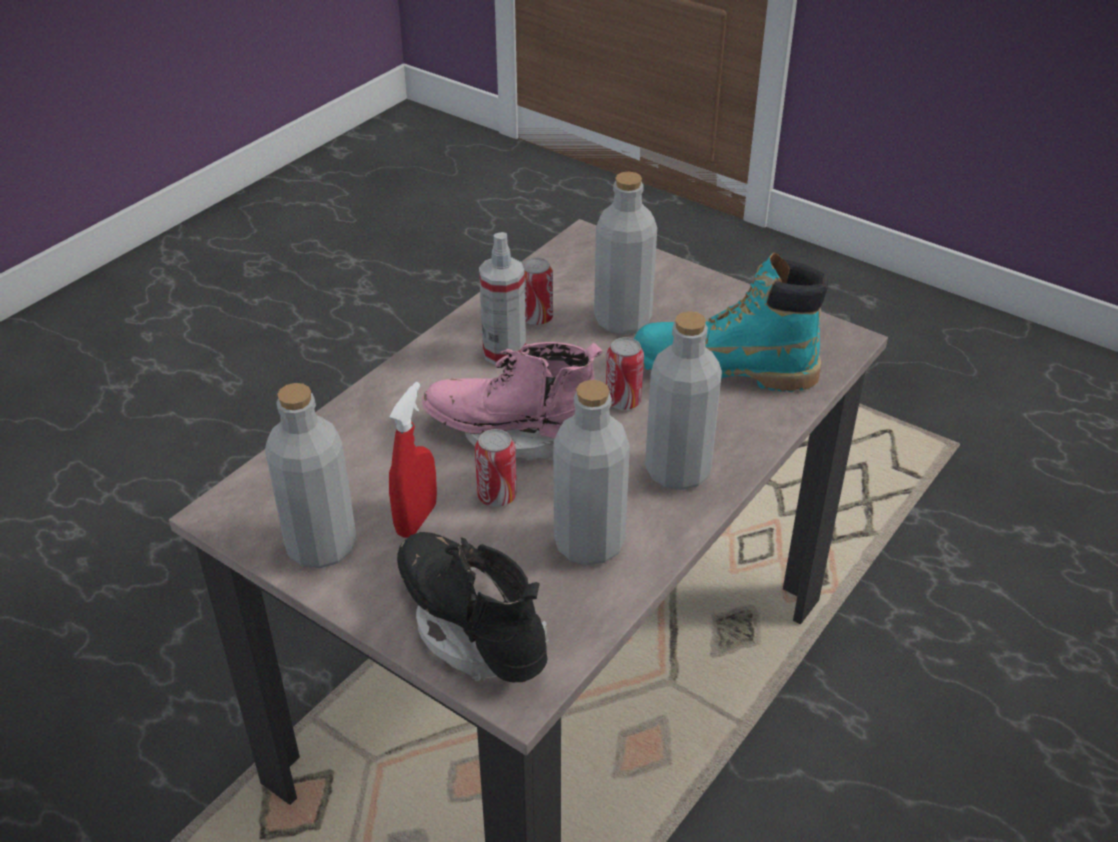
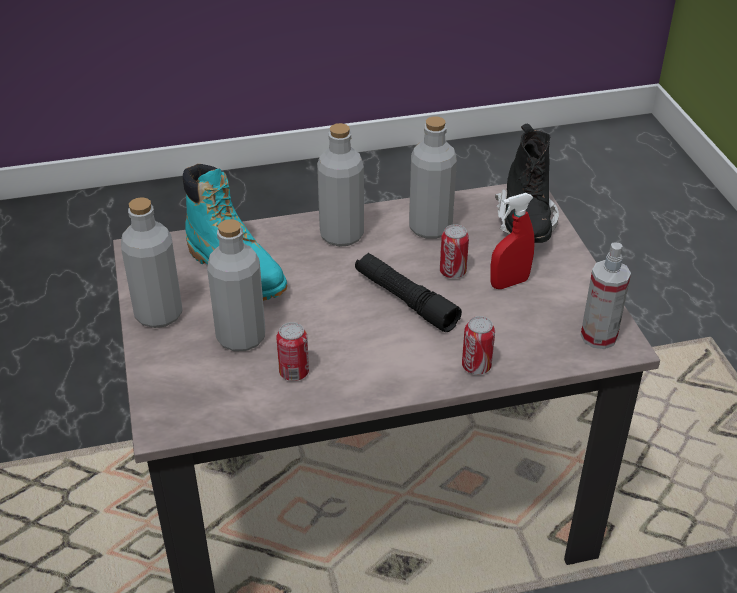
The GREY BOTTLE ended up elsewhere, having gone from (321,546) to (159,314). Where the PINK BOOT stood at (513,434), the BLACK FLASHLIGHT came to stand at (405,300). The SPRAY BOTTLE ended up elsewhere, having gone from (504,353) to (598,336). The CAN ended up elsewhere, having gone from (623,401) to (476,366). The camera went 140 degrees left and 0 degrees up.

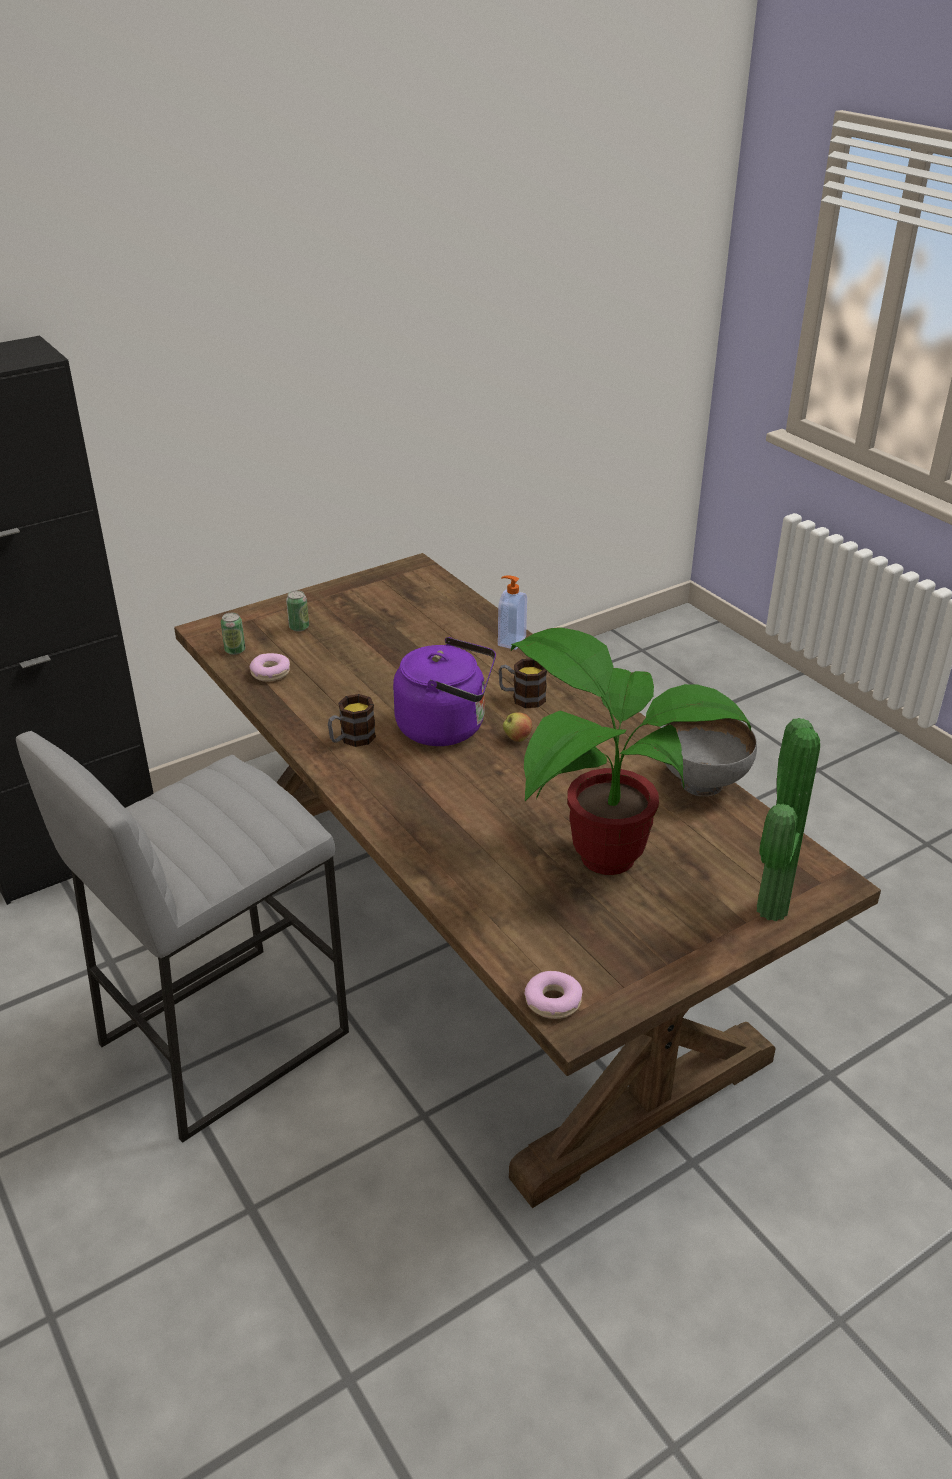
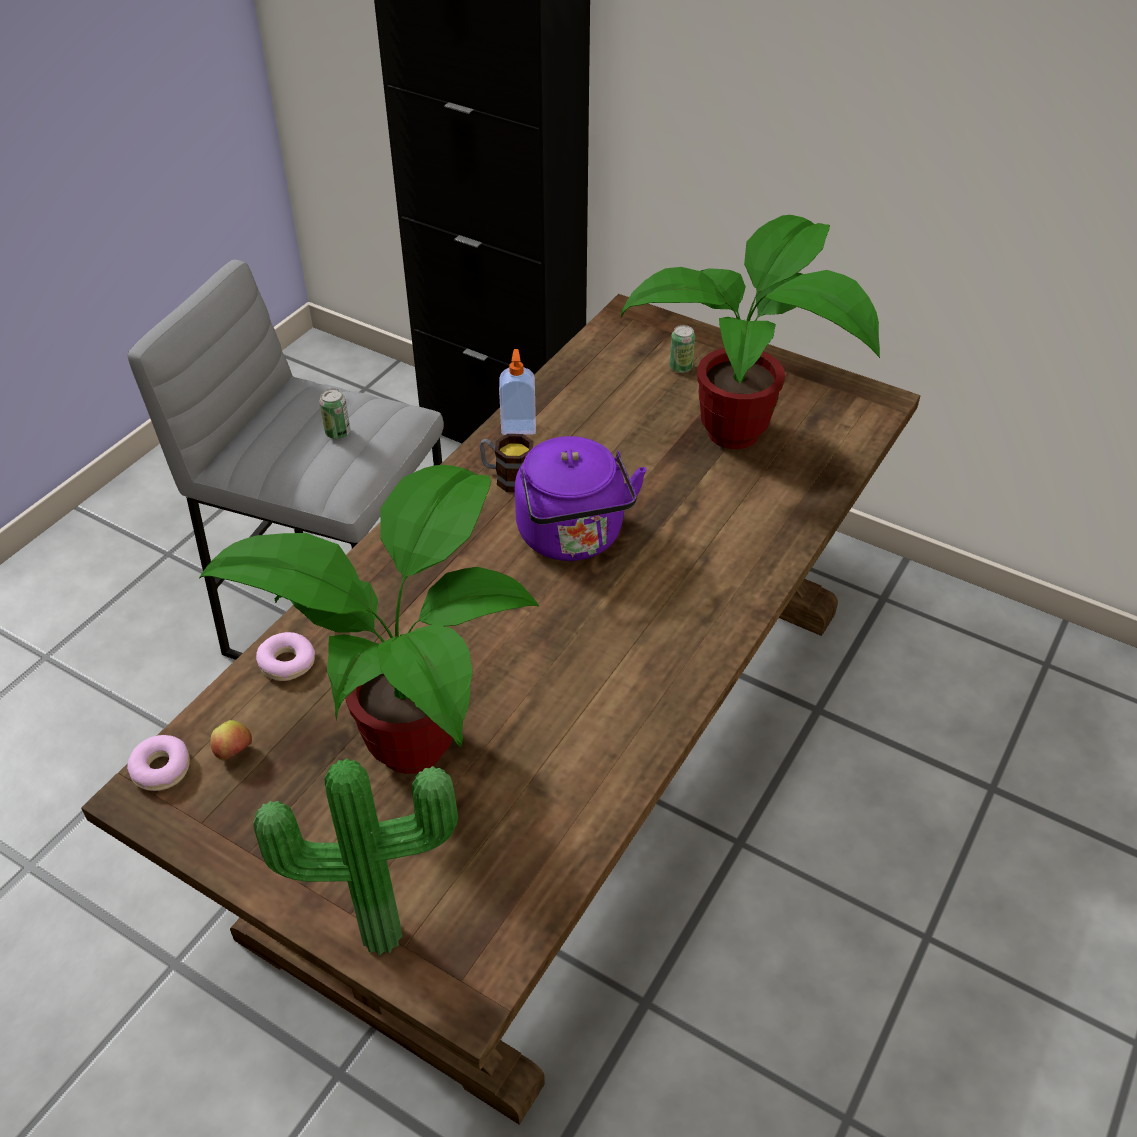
The CAN ended up elsewhere, having gone from (235,650) to (338,433). The DONUT ended up elsewhere, having gone from (271,673) to (287,663). The SOAP DISPENSER ended up elsewhere, having gone from (510,641) to (518,426). The second view lost the MUG at (522,697). The APPLE ended up elsewhere, having gone from (517,738) to (234,753). The second view lost the GREY BOWL at (702,784). The second view gained the POTTED PLANT at (743,436). The camera went 65 degrees right and 10 degrees up.

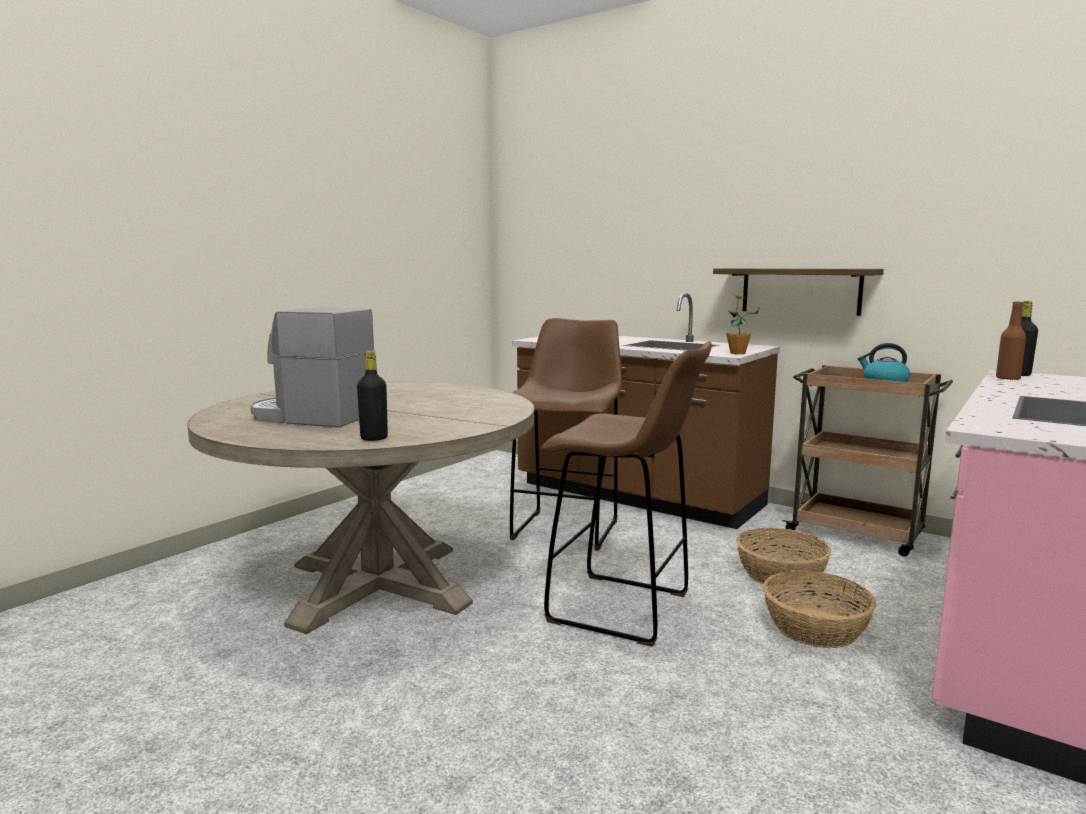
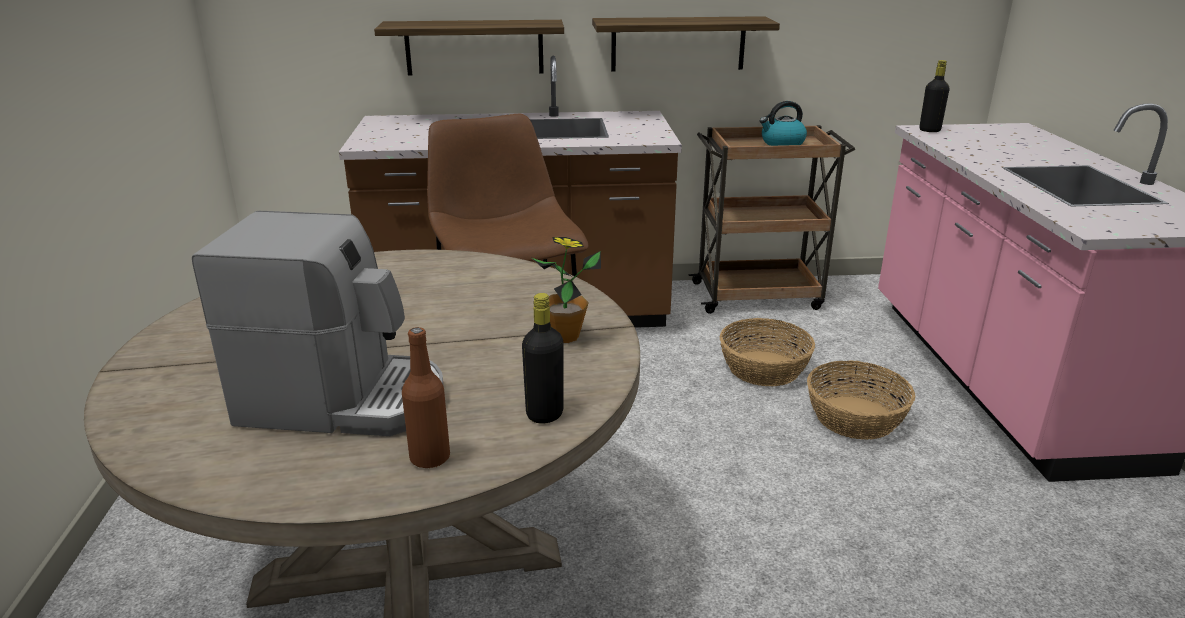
The COFFEE MACHINE at (311,417) ended up facing another way, 150 degrees counterclockwise from before. The second view lost the BROWN STOOL at (623,609). The POTTED PLANT ended up elsewhere, having gone from (737,353) to (565,336). The BROWN BOTTLE ended up elsewhere, having gone from (1008,378) to (430,458). The second view gained the SHELF at (474,47). The camera went 40 degrees left and 15 degrees up.

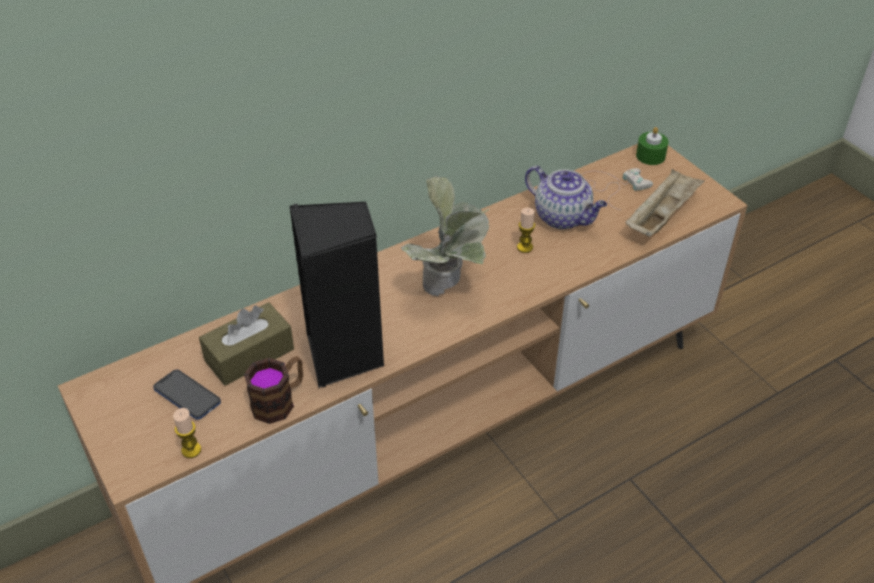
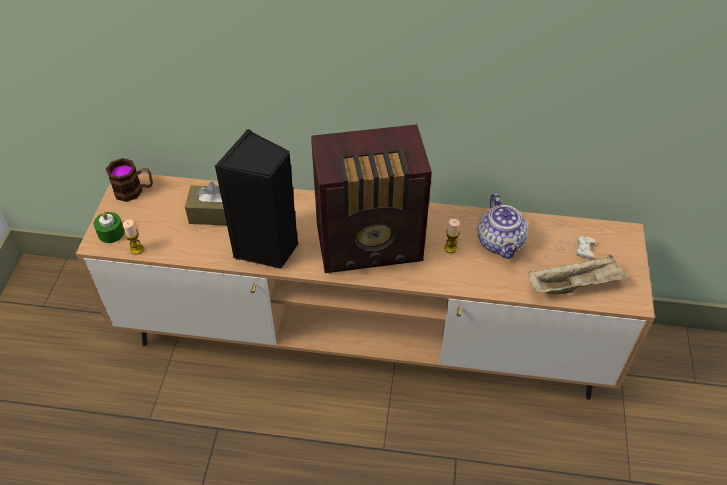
The second view lost the PHONE at (187,395). The MUG ended up elsewhere, having gone from (280,401) to (134,191). Where the POTTED PLANT stood at (449,289), the RADIO came to stand at (371,245). The GREEN CANDLE ended up elsewhere, having gone from (650,156) to (111,233). The camera went 40 degrees right and 5 degrees up.

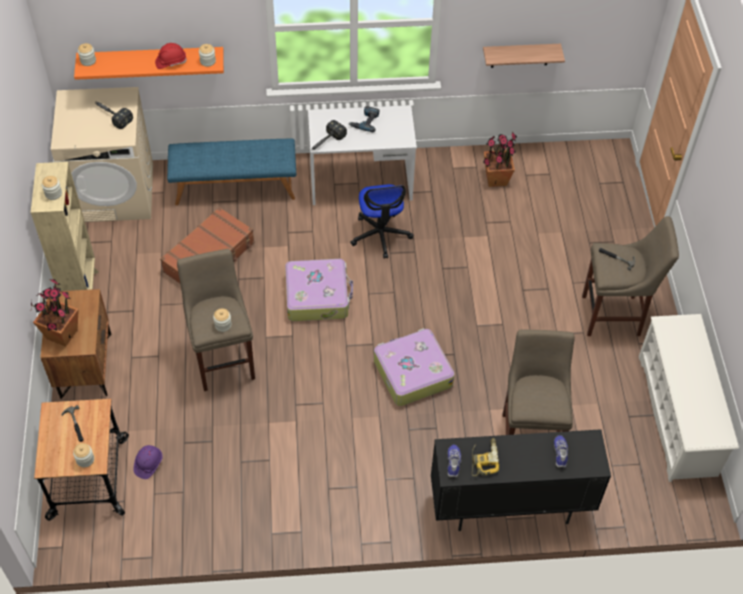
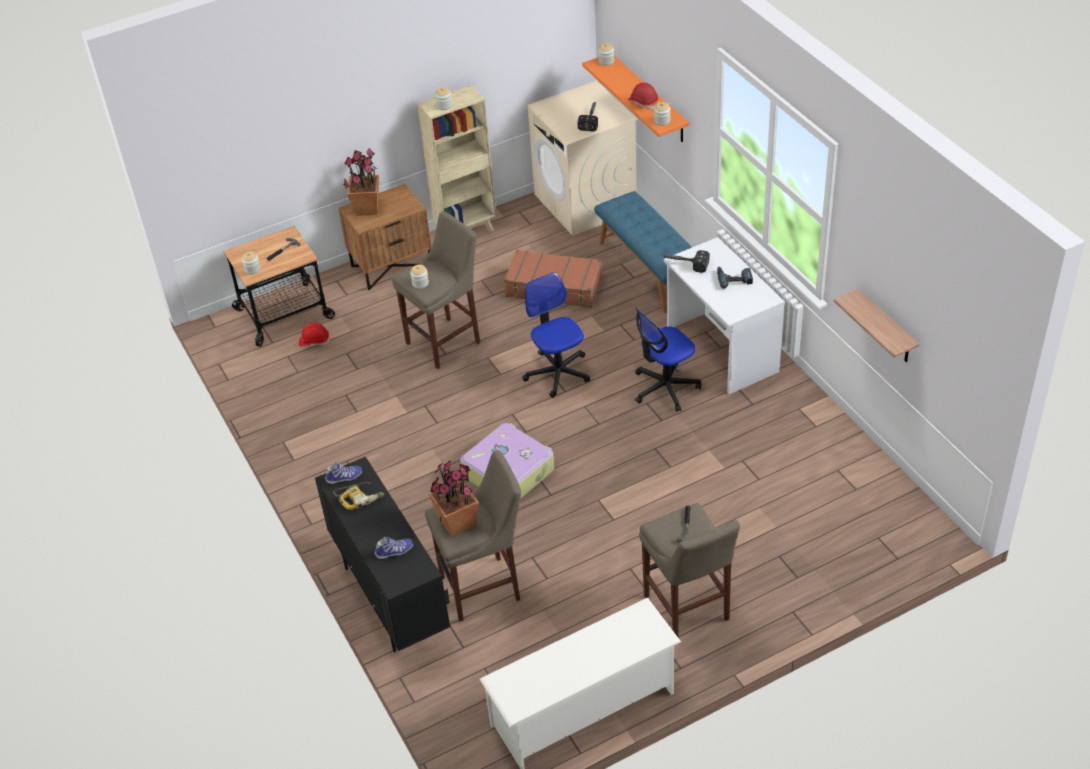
What was the PURPLE HARD HAT at (148,464) turned into the RED HARD HAT at (314,341). Where the SUITCASE stood at (317,296), the OFFICE CHAIR came to stand at (558,373). The POTTED PLANT ended up elsewhere, having gone from (496,179) to (457,522). The camera went 70 degrees right and 10 degrees down.

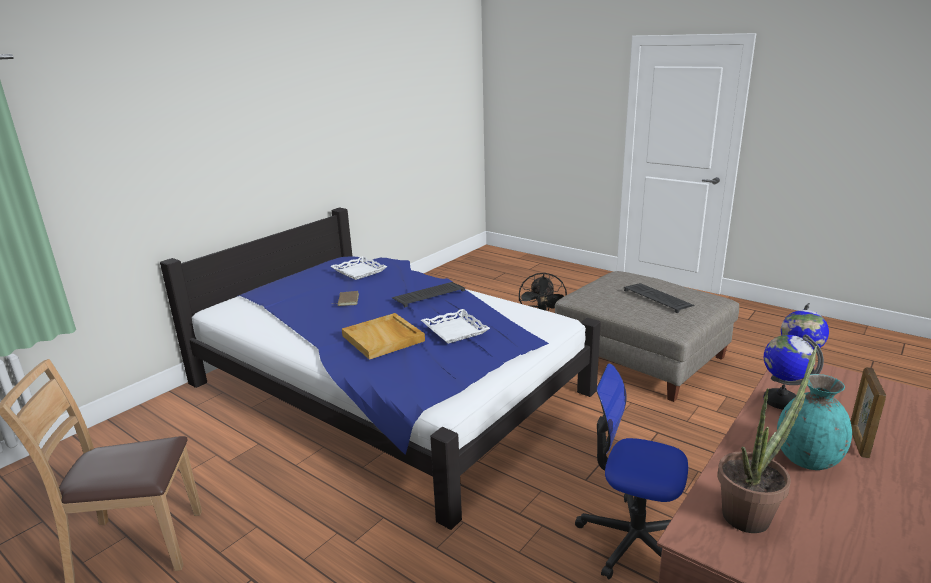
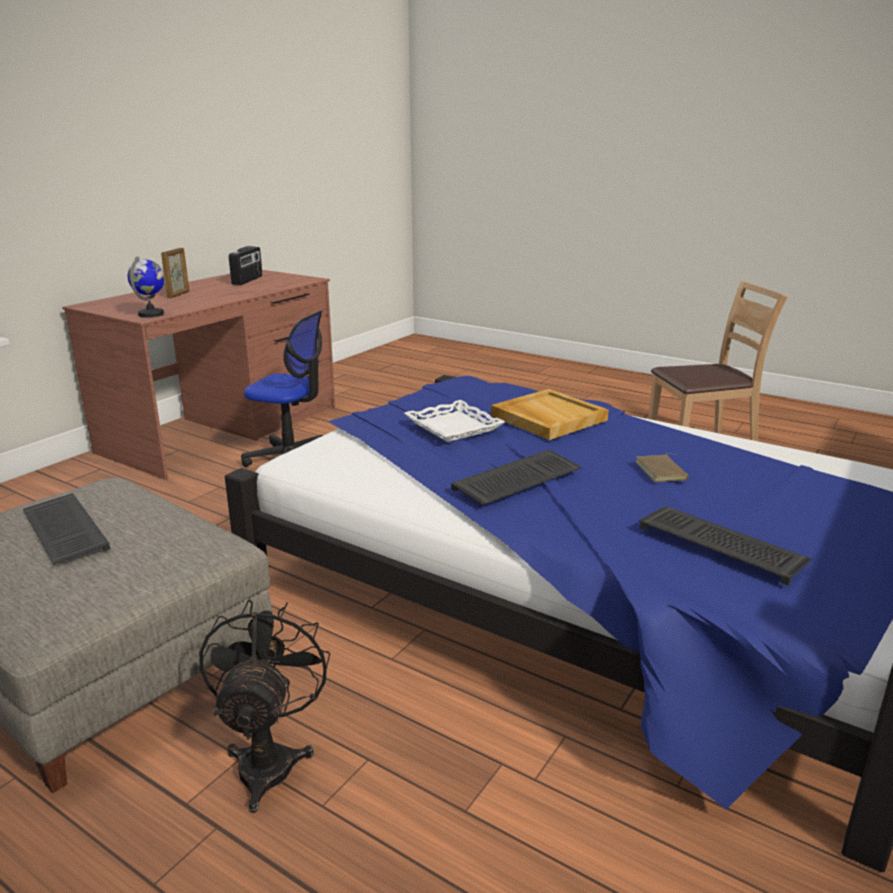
Where the WHITE TRAY stood at (358,271), the KEYBOARD came to stand at (723,545). The second view lost the POTTED PLANT at (752,512). The second view lost the GLOBE at (780,400). The second view lost the TURQUOISE VASE at (807,460). The second view gained the RADIO at (248,280). The camera went 175 degrees right and 0 degrees up.

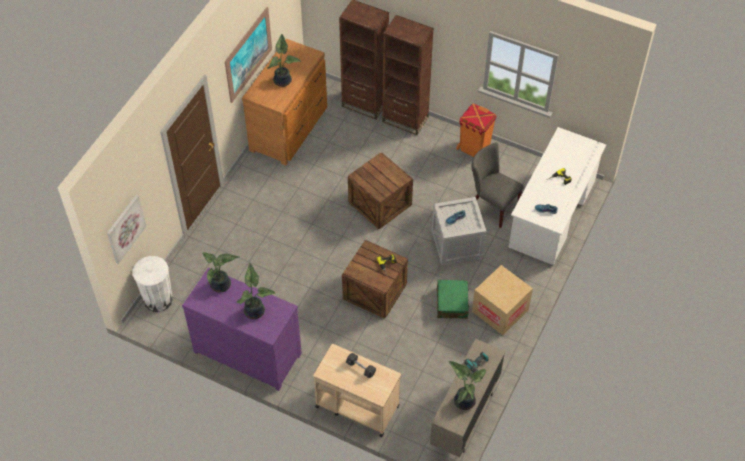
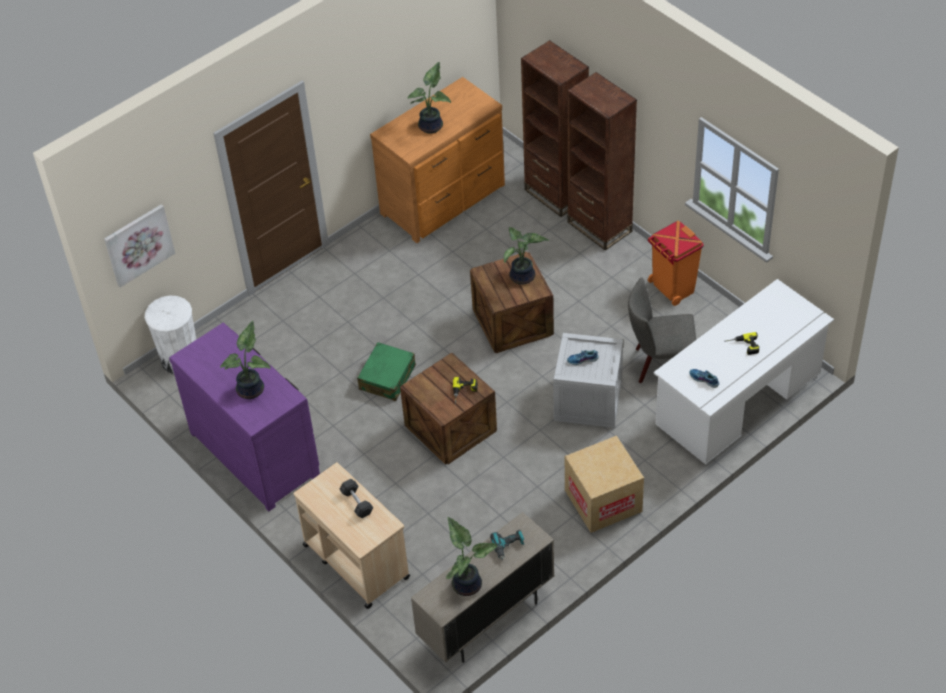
The POTTED PLANT ended up elsewhere, having gone from (221,286) to (523,278). The second view lost the PICTURE at (248,54). The GREEN SUITCASE ended up elsewhere, having gone from (452,303) to (387,378). The GREY CHAIR at (491,205) ended up facing another way, 60 degrees counterclockwise from before. The camera went 25 degrees right and 5 degrees down.

